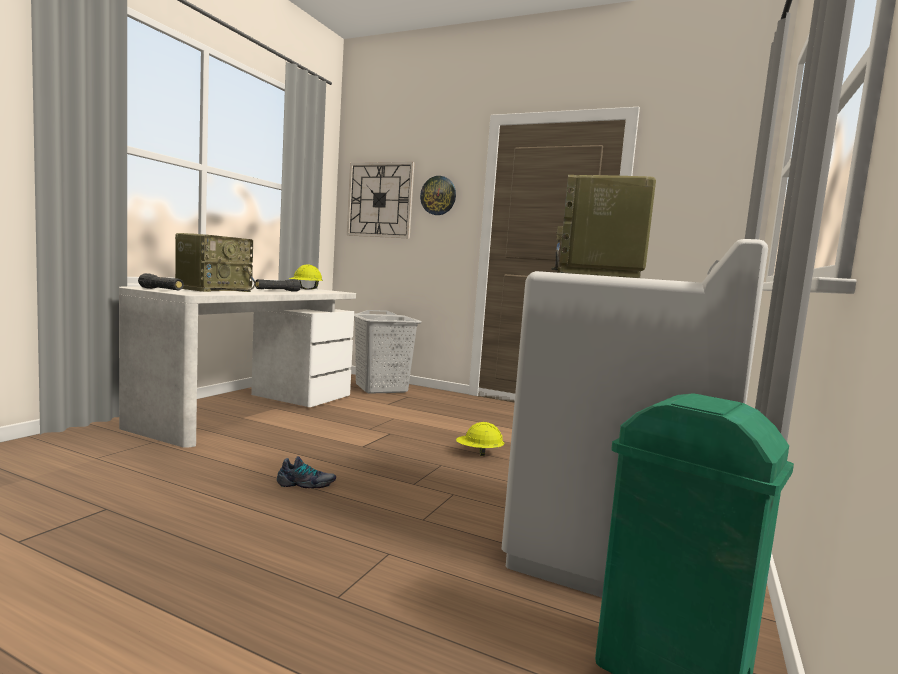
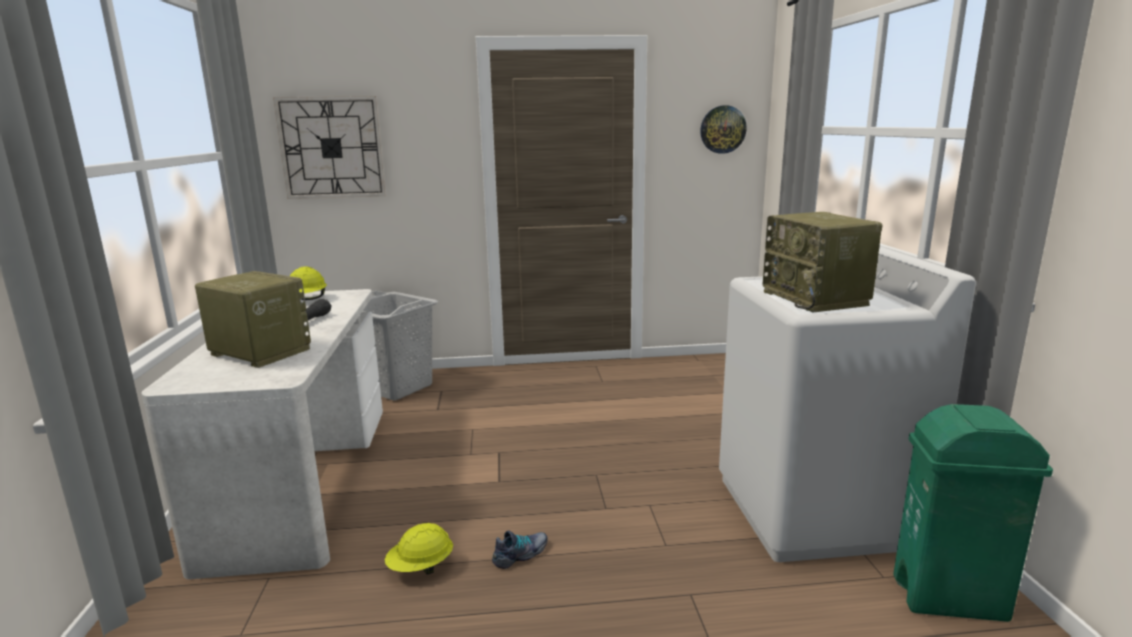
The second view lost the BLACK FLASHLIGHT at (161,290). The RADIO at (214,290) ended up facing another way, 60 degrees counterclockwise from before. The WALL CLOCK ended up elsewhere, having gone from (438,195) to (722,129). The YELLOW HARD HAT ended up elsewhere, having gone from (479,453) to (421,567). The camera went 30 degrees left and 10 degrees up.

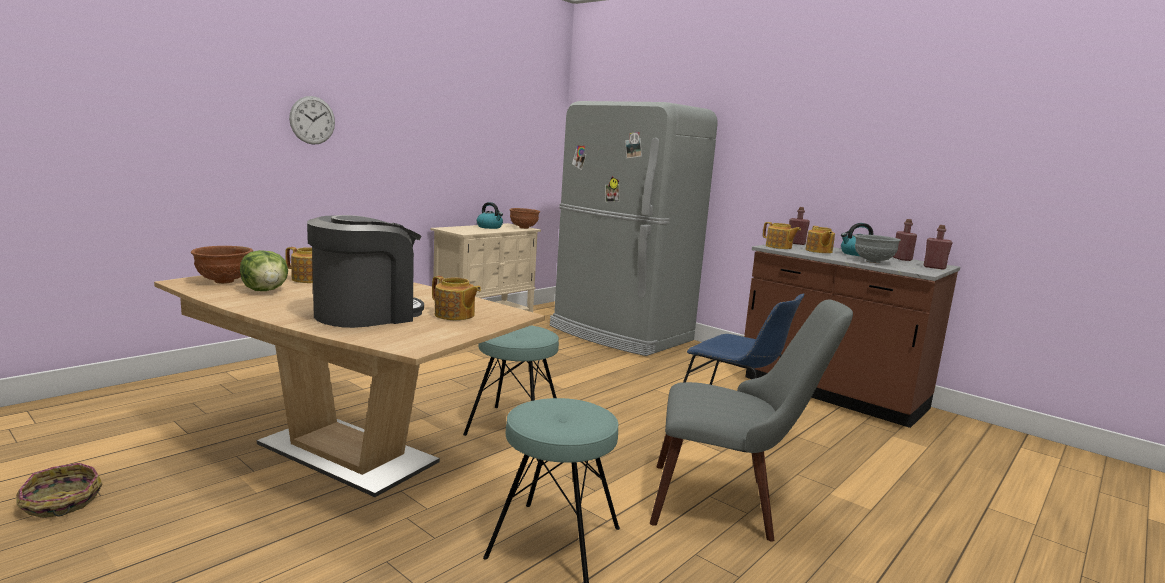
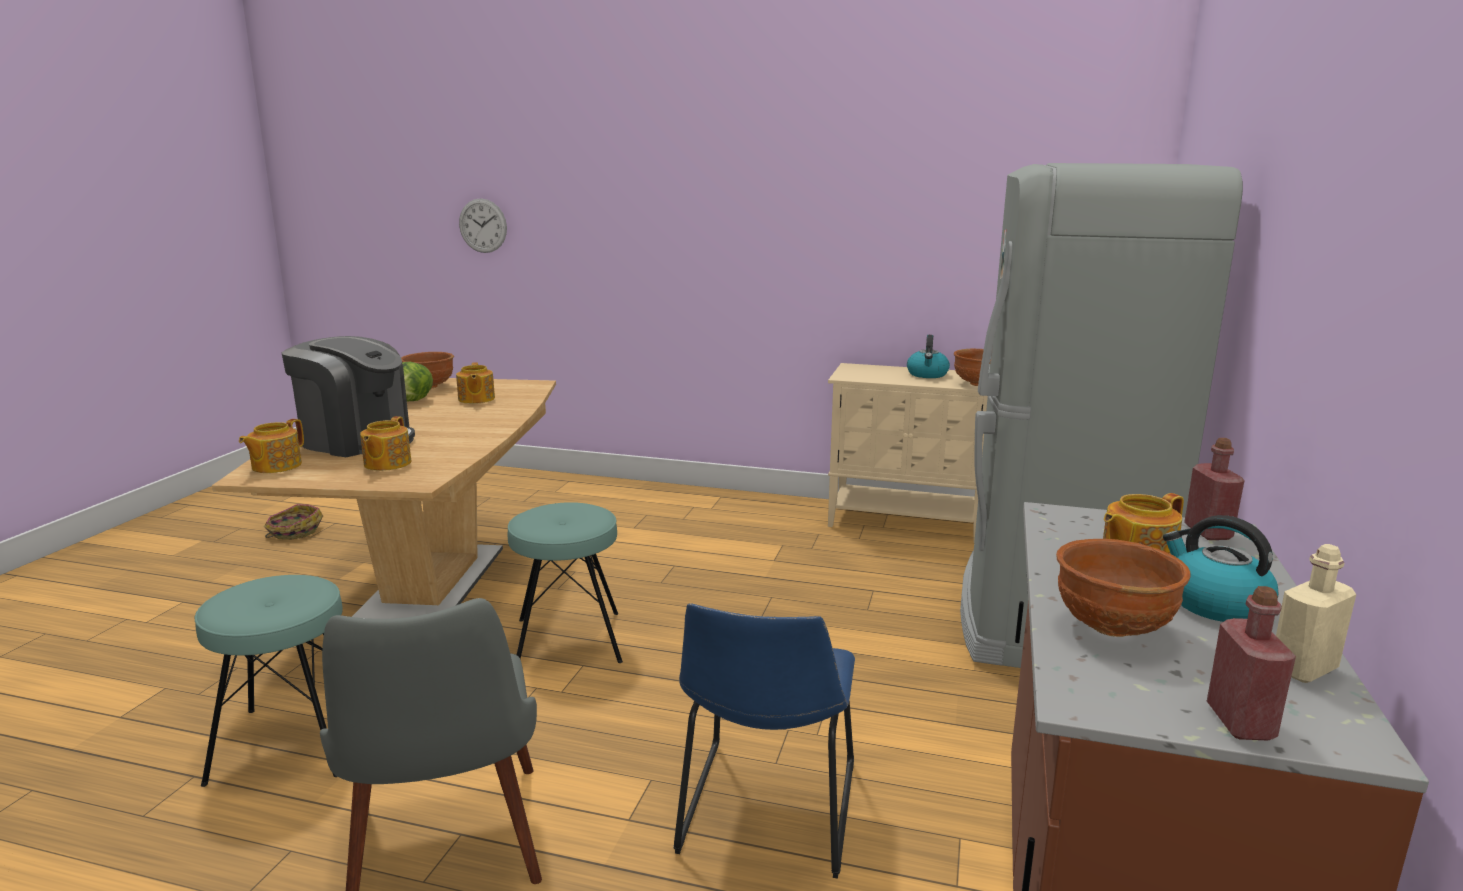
The WALL CLOCK ended up elsewhere, having gone from (312,120) to (483,225). The TEAPOT ended up elsewhere, having gone from (779,247) to (275,466). What was the GREY BOWL at (873,262) turned into the BROWN BOWL at (1113,627). What was the RED BOTTLE at (902,259) turned into the BEIGE BOTTLE at (1303,669). The camera went 65 degrees right and 5 degrees up.

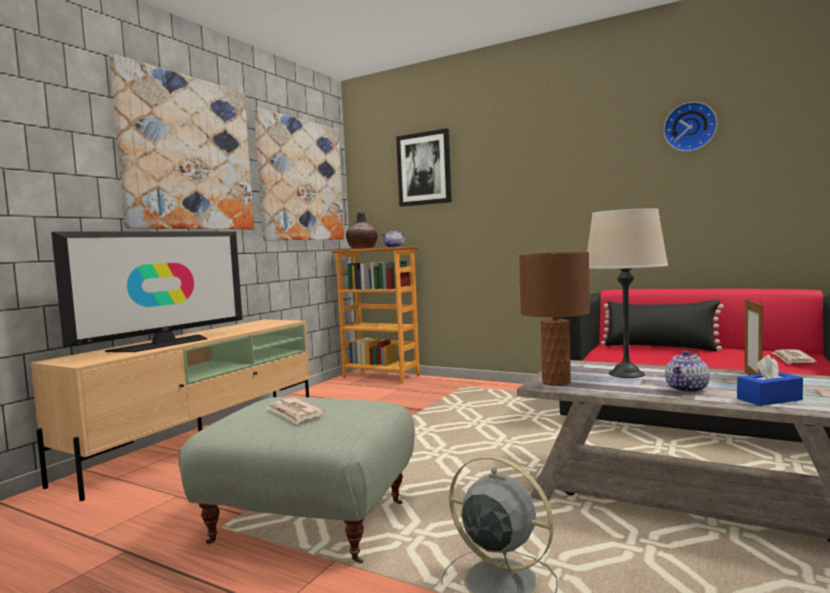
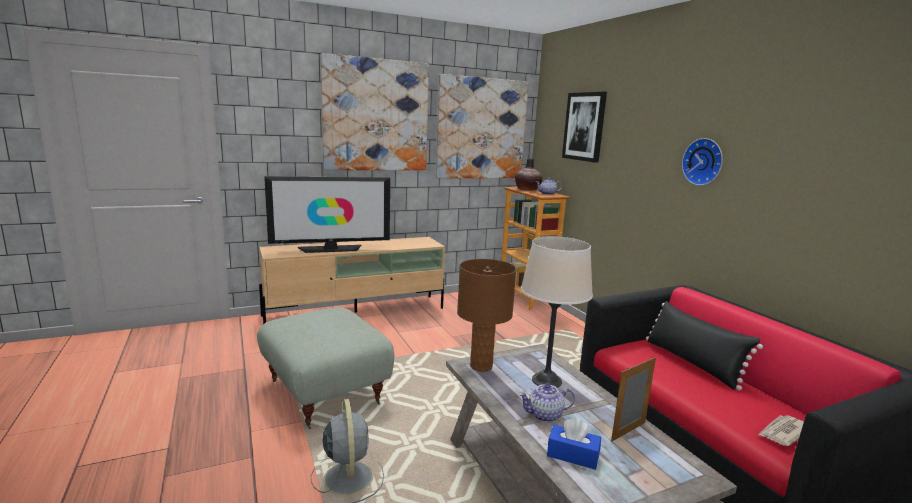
The second view lost the NEWSPAPER at (294,413). The WALL CLOCK ended up elsewhere, having gone from (690,127) to (704,162). The camera went 35 degrees right and 10 degrees up.

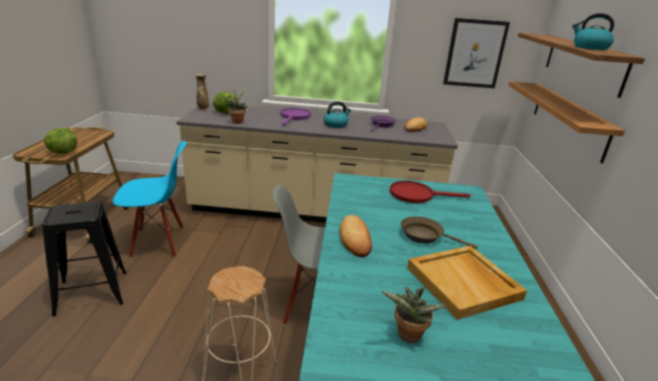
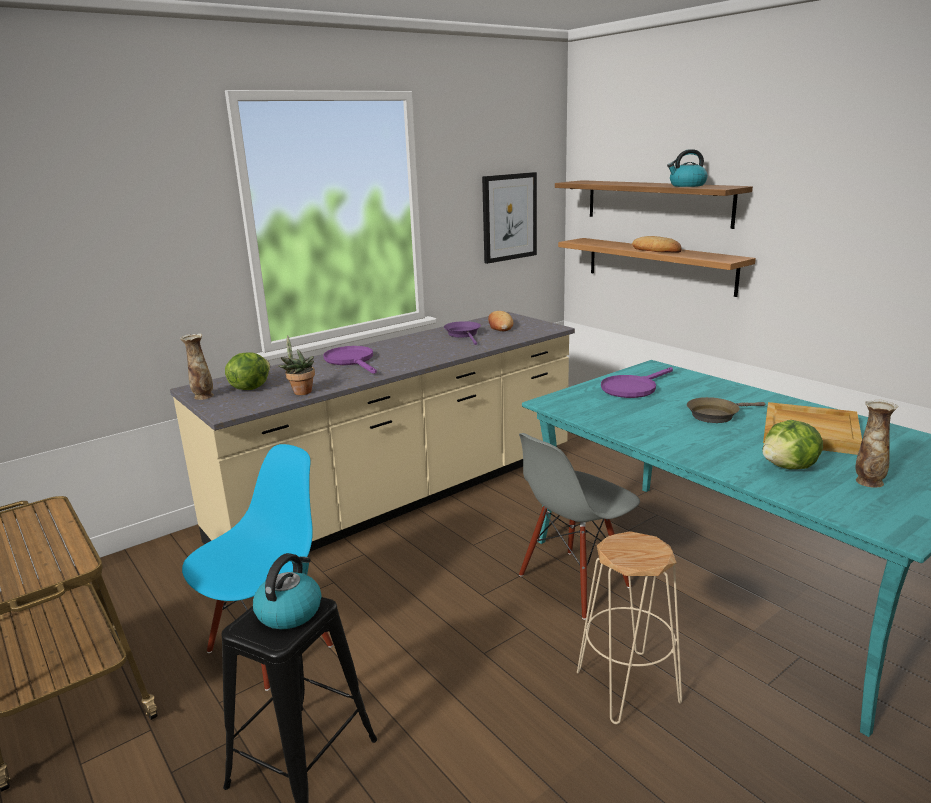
The LETTUCE ended up elsewhere, having gone from (62,152) to (789,467). The KETTLE ended up elsewhere, having gone from (336,125) to (289,611). The BREAD ended up elsewhere, having gone from (355,239) to (656,250). Where the POTTED PLANT stood at (407,337), the VASE came to stand at (868,481). What was the RED FRYING PAN at (417,195) turned into the PURPLE FRYING PAN at (633,388). The camera went 40 degrees left and 5 degrees down.

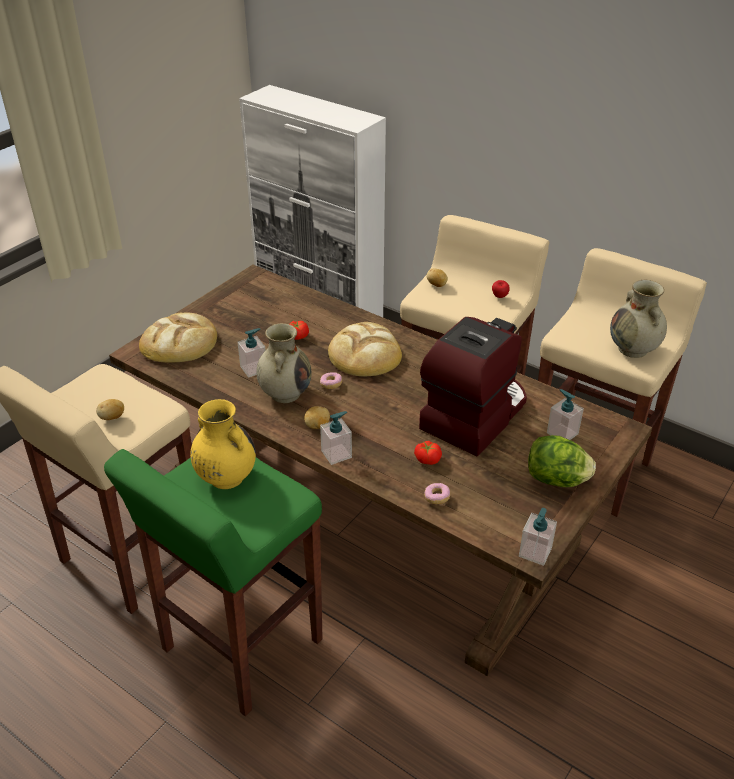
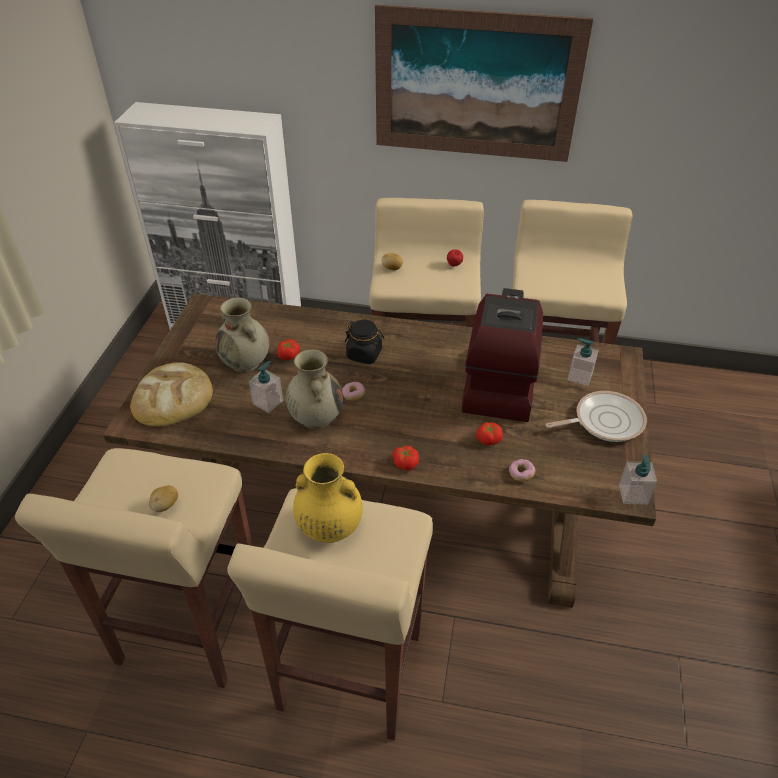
What was the GREEN STOOL at (240,646) turned into the BEIGE STOOL at (349,673). The second view lost the POTATO at (317,426). Where the SOAP DISPENSER stood at (336,454), the TOMATO came to stand at (405,463). Where the BREAD stood at (365,354), the BLACK JAR came to stand at (364,354). Where the LETTUCE stood at (556,480), the FRYING PAN came to stand at (604,421). The BEIGE VASE ended up elsewhere, having gone from (633,349) to (246,363). The second view gained the PICTURE at (476,85). The camera went 25 degrees left and 5 degrees up.

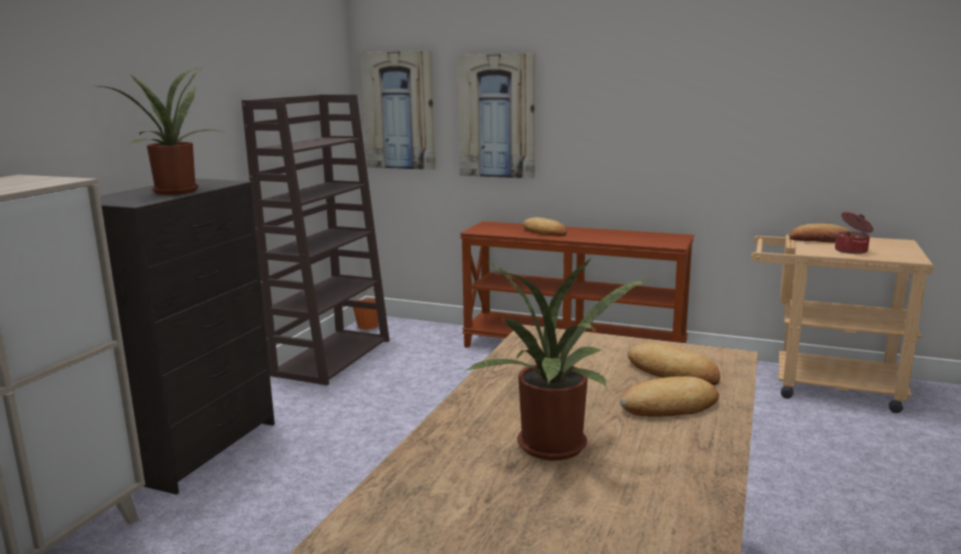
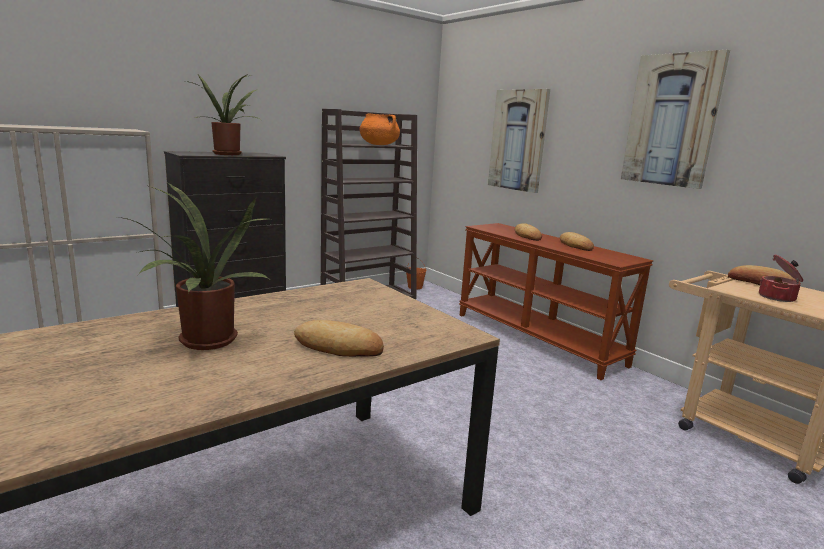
The PICTURE ended up elsewhere, having gone from (399,110) to (672,120). The BREAD ended up elsewhere, having gone from (672,372) to (575,245). The second view gained the ORANGE COOKING POT at (378,145). The camera went 30 degrees right and 0 degrees up.

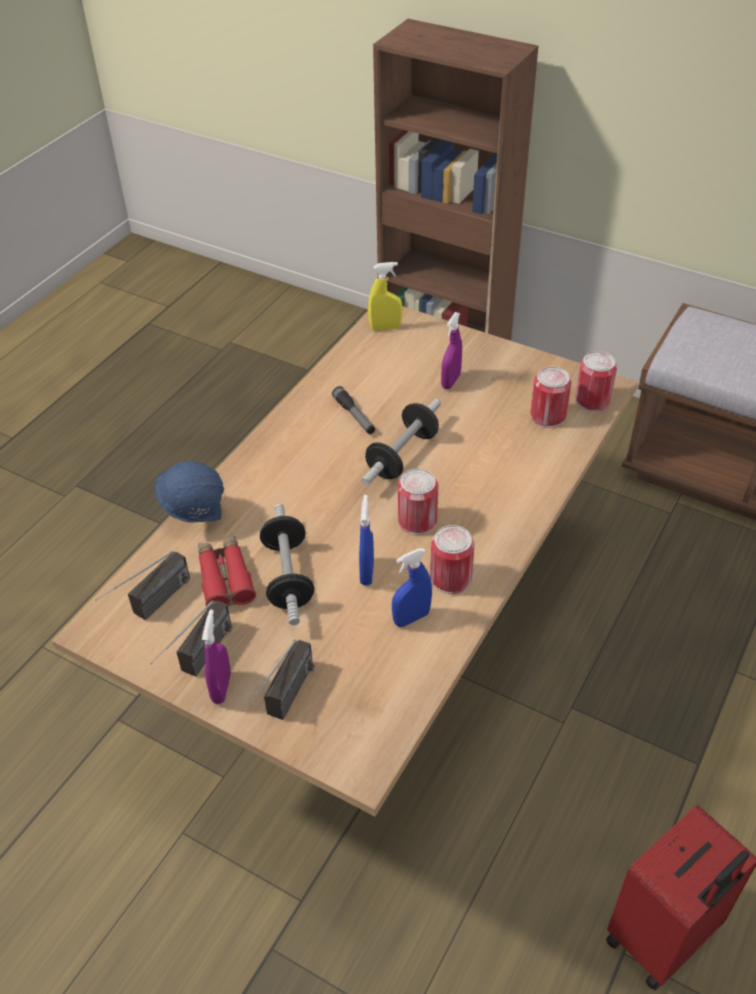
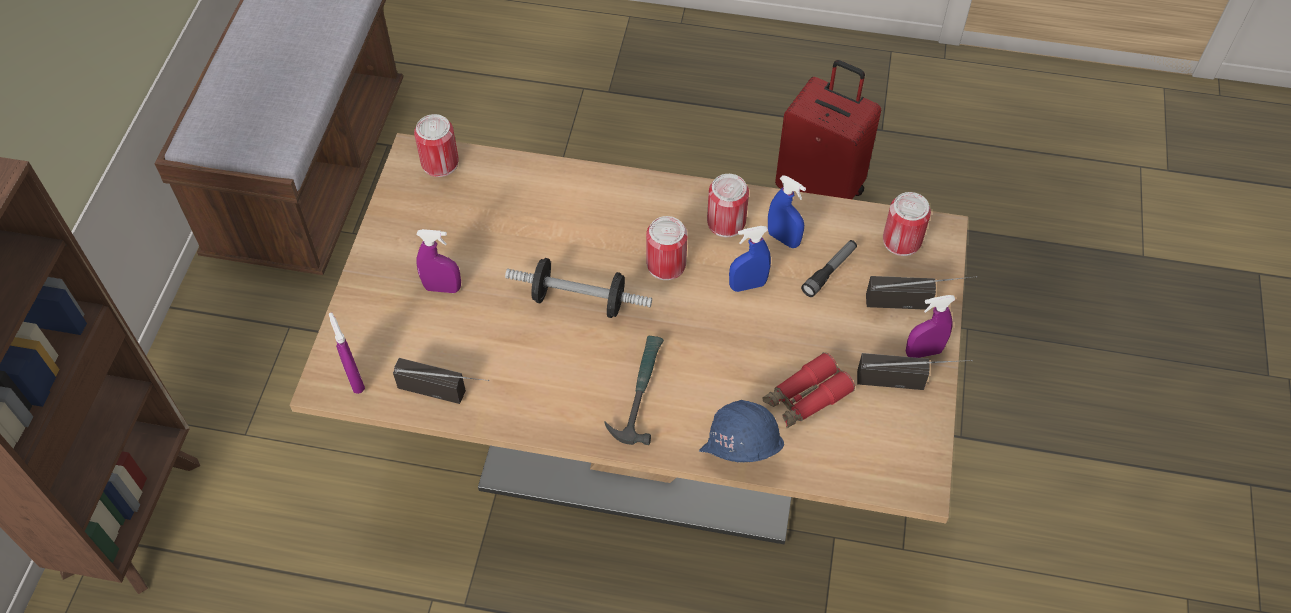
The RADIO ended up elsewhere, having gone from (151,608) to (449,392). The second view lost the DUMBBELL at (288,576). The FLASHLIGHT ended up elsewhere, having gone from (354,416) to (829,271). What was the YELLOW SPRAY BOTTLE at (385,328) turned into the PURPLE SPRAY BOTTLE at (355,379). The CAN ended up elsewhere, having gone from (548,416) to (902,240). The second view gained the HAMMER at (638,392). The camera went 110 degrees left and 10 degrees up.

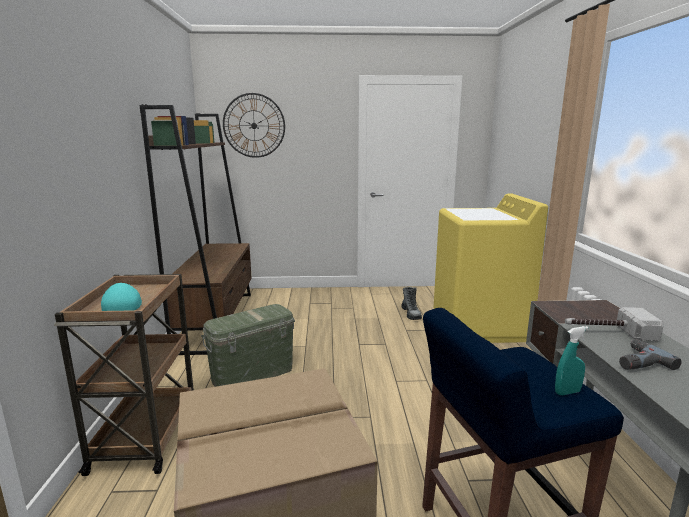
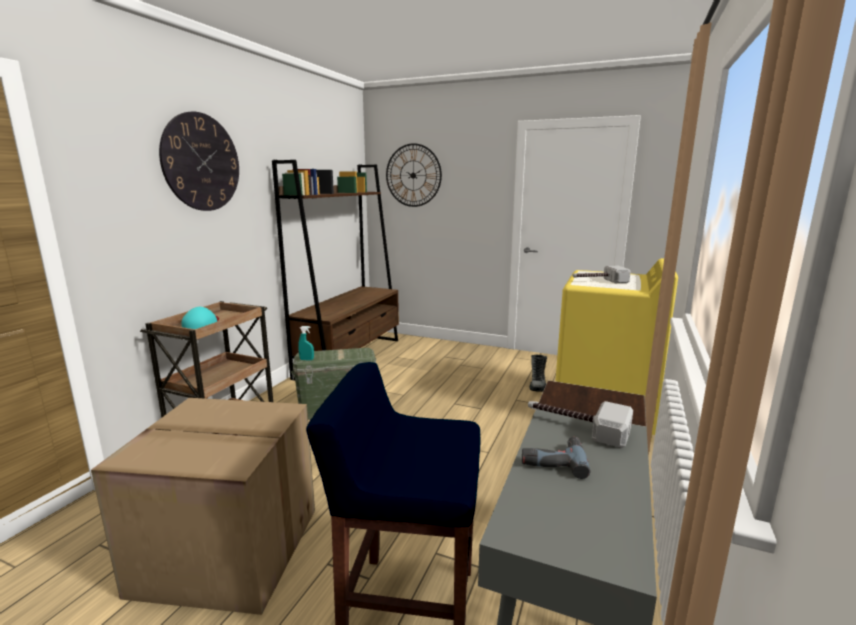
The TURQUOISE SPRAY BOTTLE ended up elsewhere, having gone from (567,392) to (306,359). The second view gained the WALL CLOCK at (201,162). The second view gained the HAMMER at (598,281). The camera went 25 degrees right and 0 degrees up.

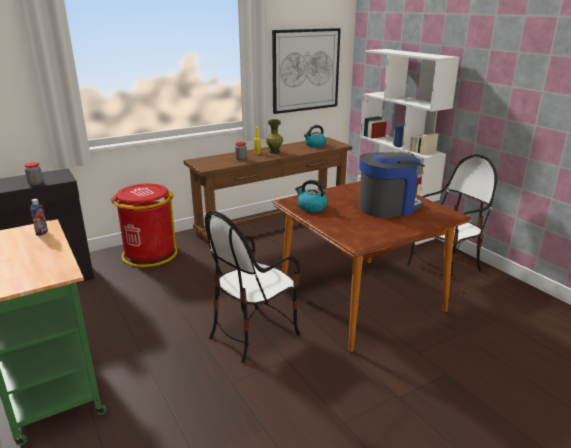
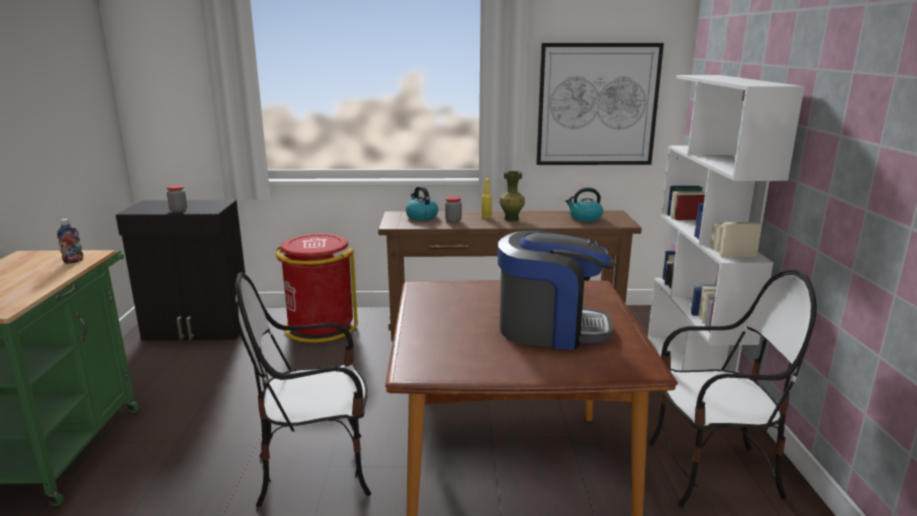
The KETTLE ended up elsewhere, having gone from (311,207) to (421,216). The camera went 30 degrees right and 5 degrees down.

